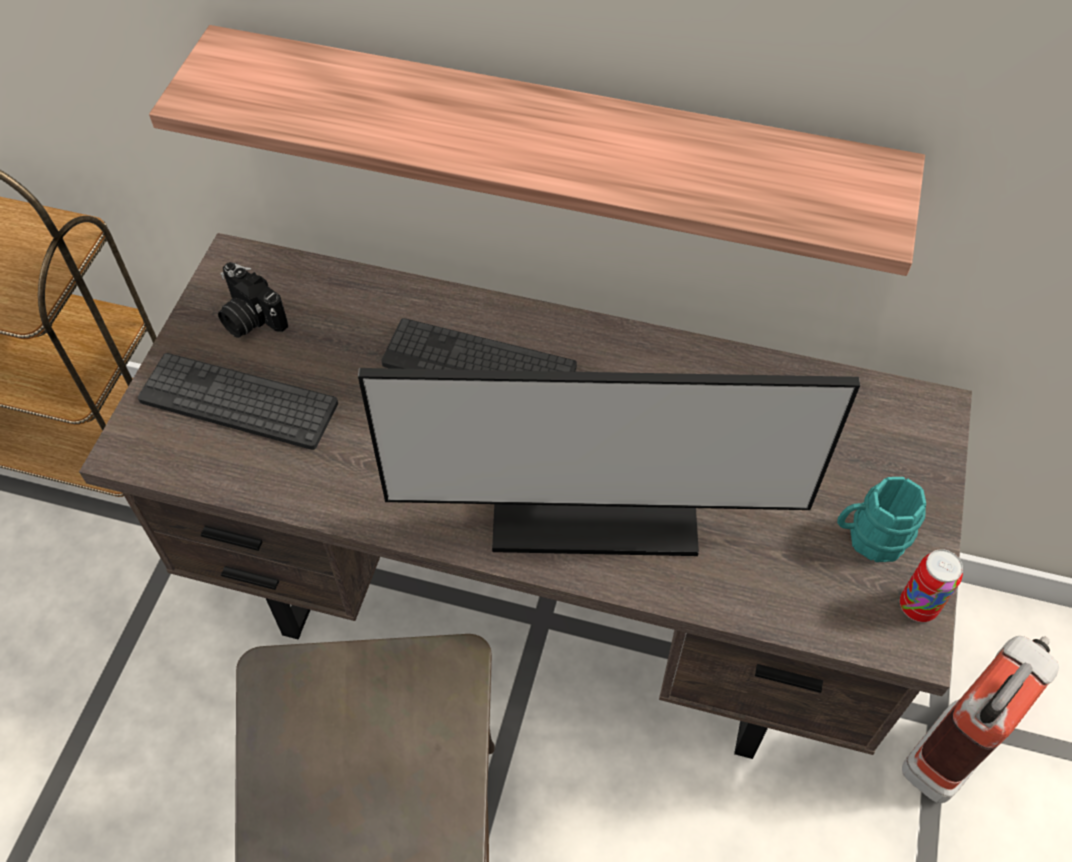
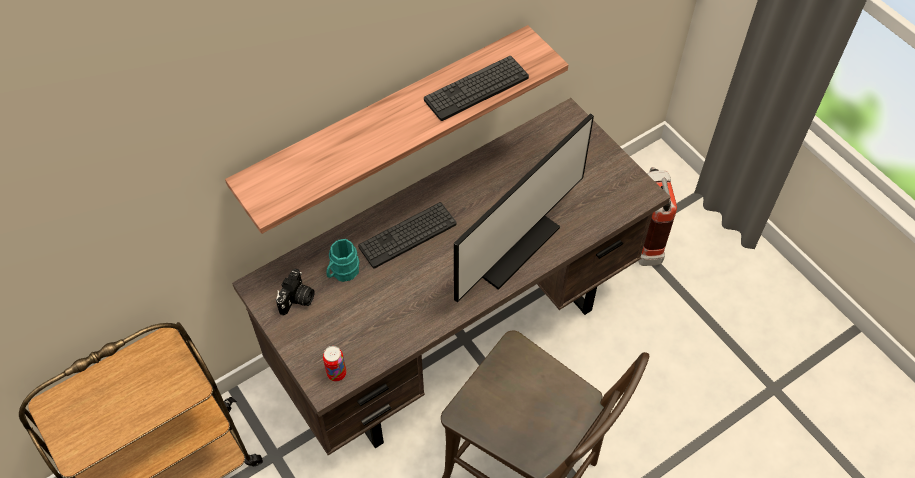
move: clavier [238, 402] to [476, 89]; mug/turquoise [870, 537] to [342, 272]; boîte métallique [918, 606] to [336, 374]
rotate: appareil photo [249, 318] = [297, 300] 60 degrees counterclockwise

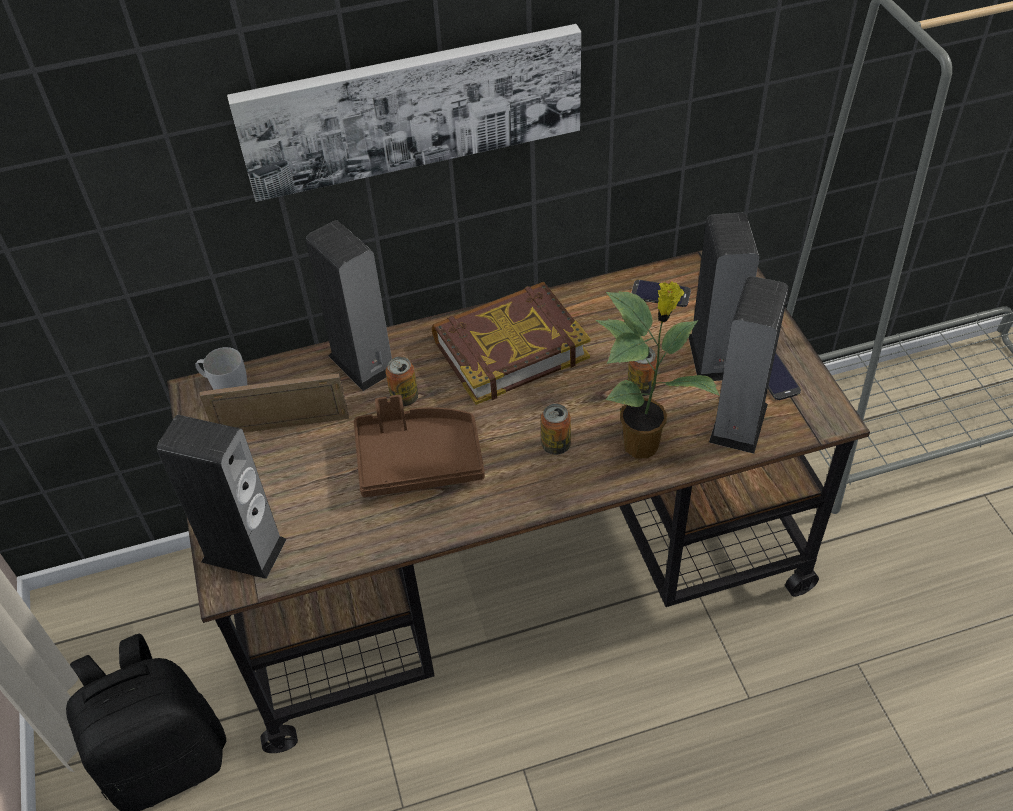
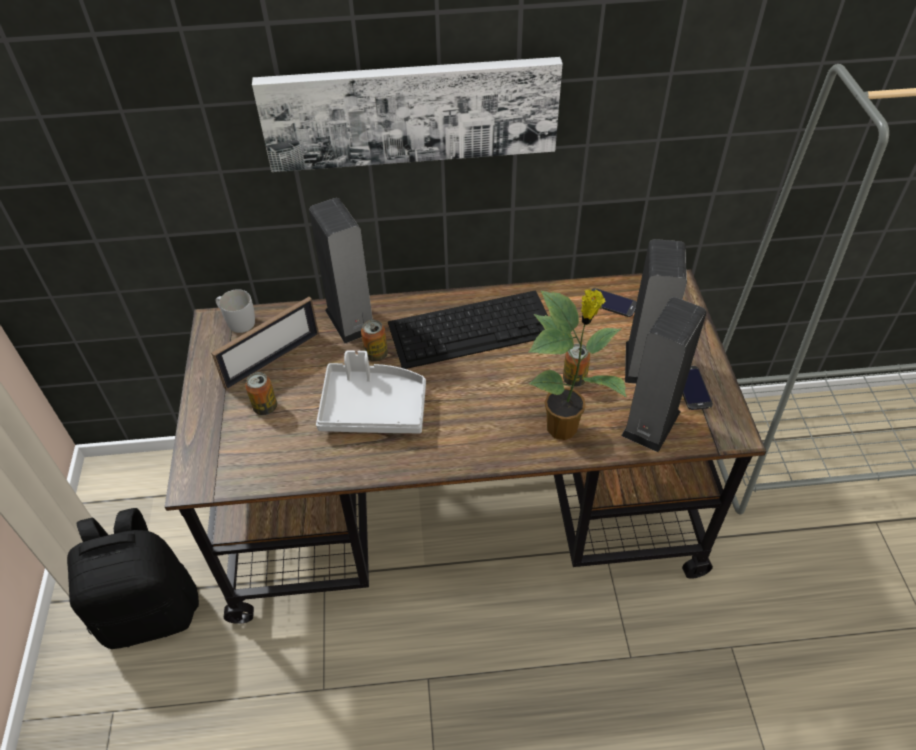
delete: enceinte [244, 550]
move: boîte métallique [556, 445] to [265, 407]
replace: livre [509, 348] to clavier [473, 328]
recolor: plateau/marron [418, 460] to plateau/gris [373, 408]
rotate: cadre photo [282, 425] = [272, 360] 135 degrees clockwise

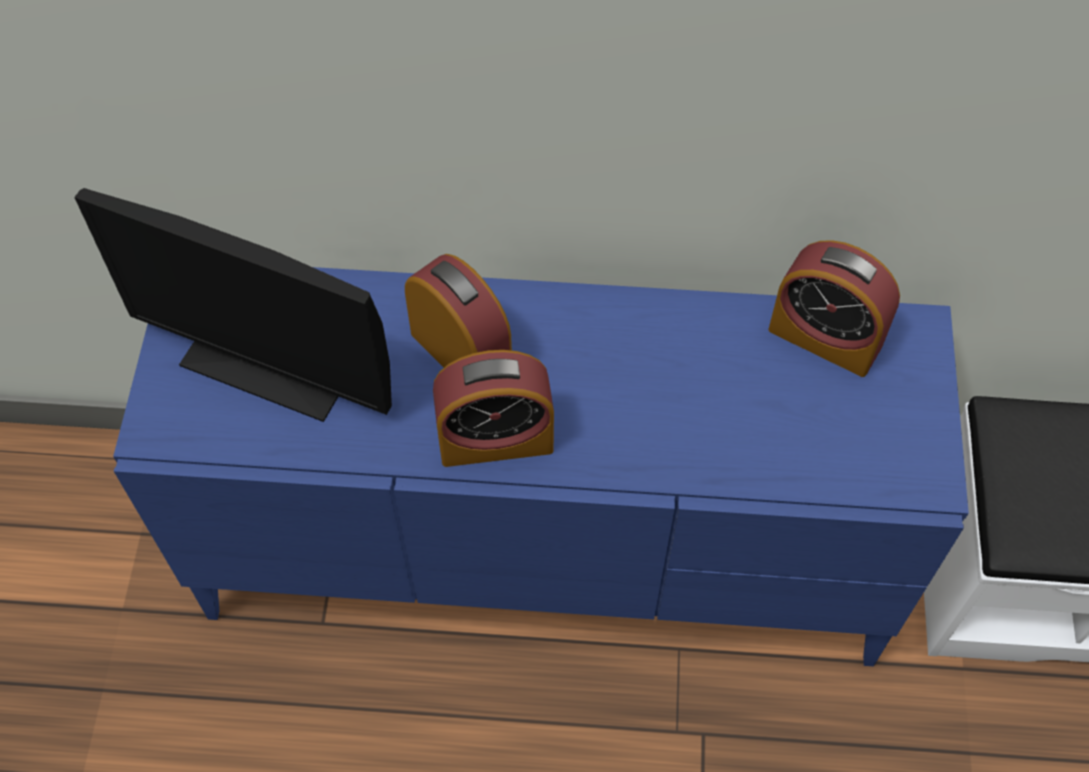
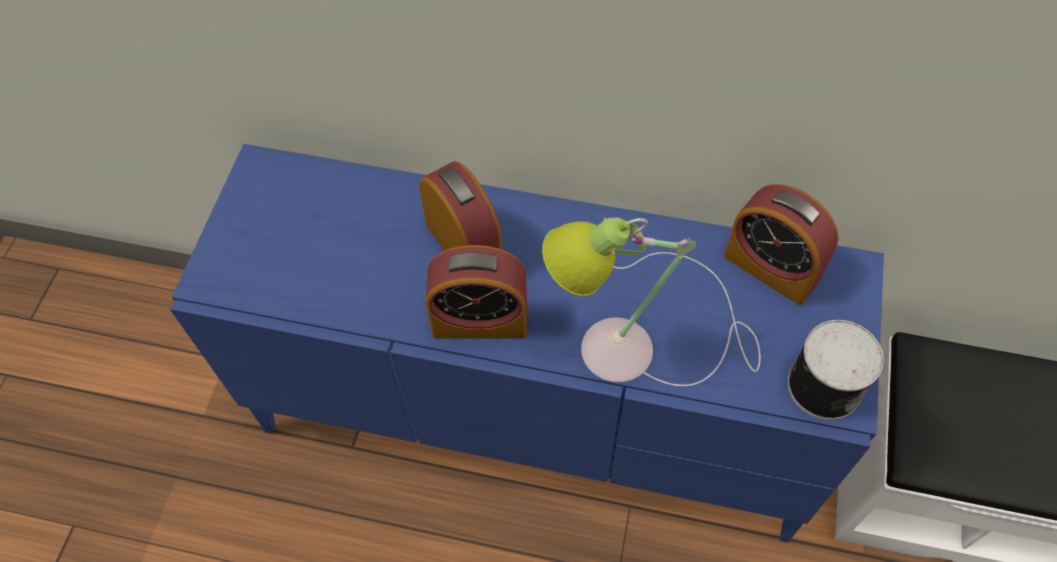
delete: écran d'ordinateur [268, 364]
insert: lampe de table [640, 333]; boîte métallique [823, 384]

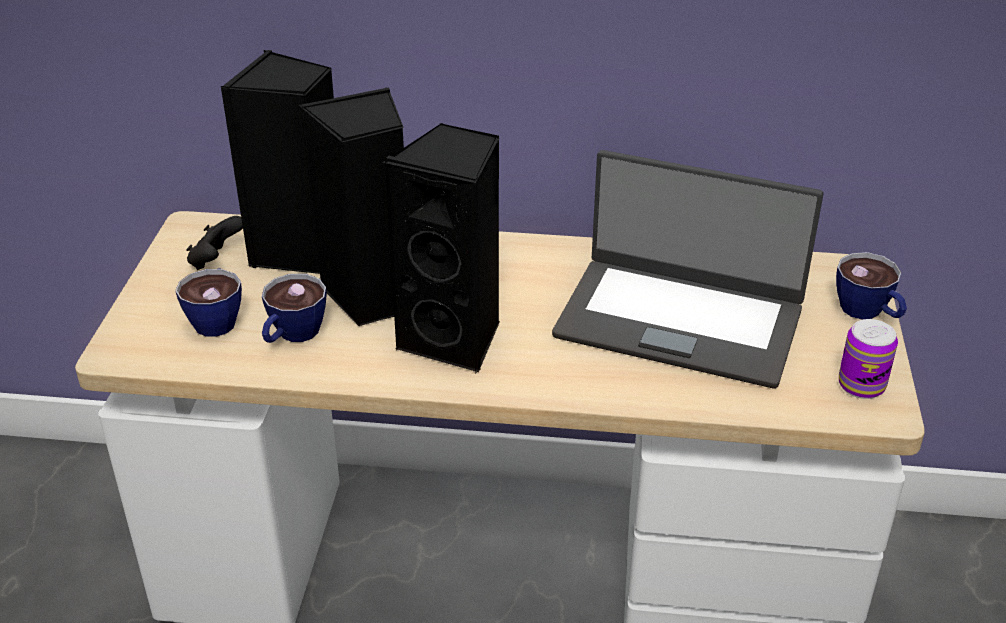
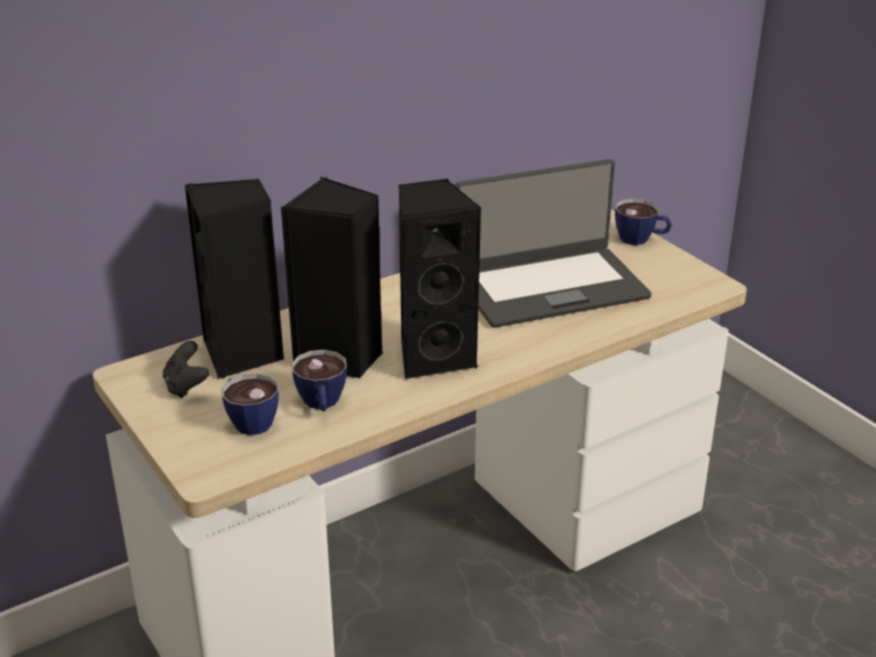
delete: boîte métallique [861, 385]

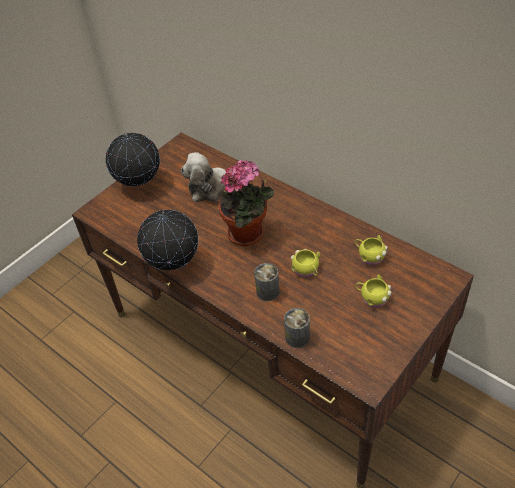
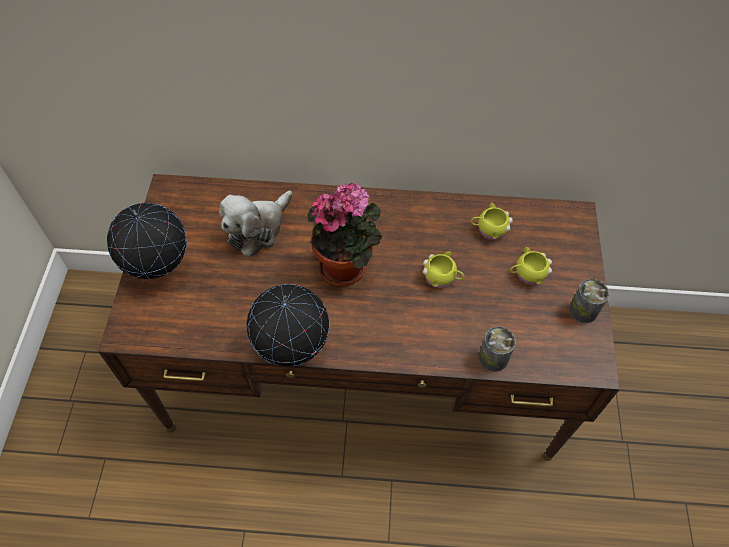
move: boîte métallique [268, 292] to [583, 310]

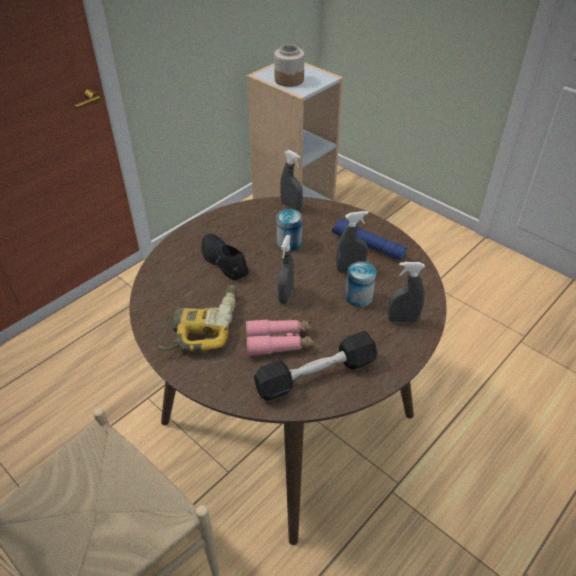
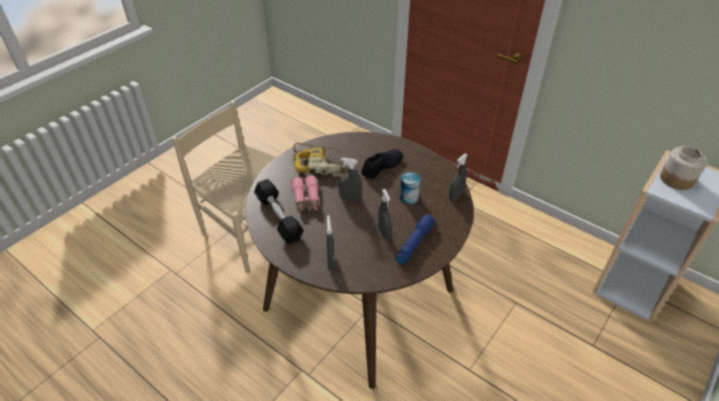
delete: boîte métallique [359, 297]

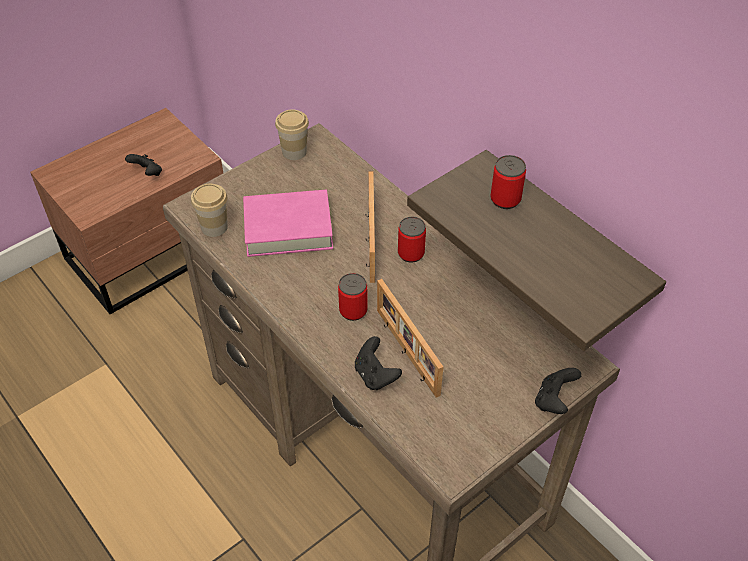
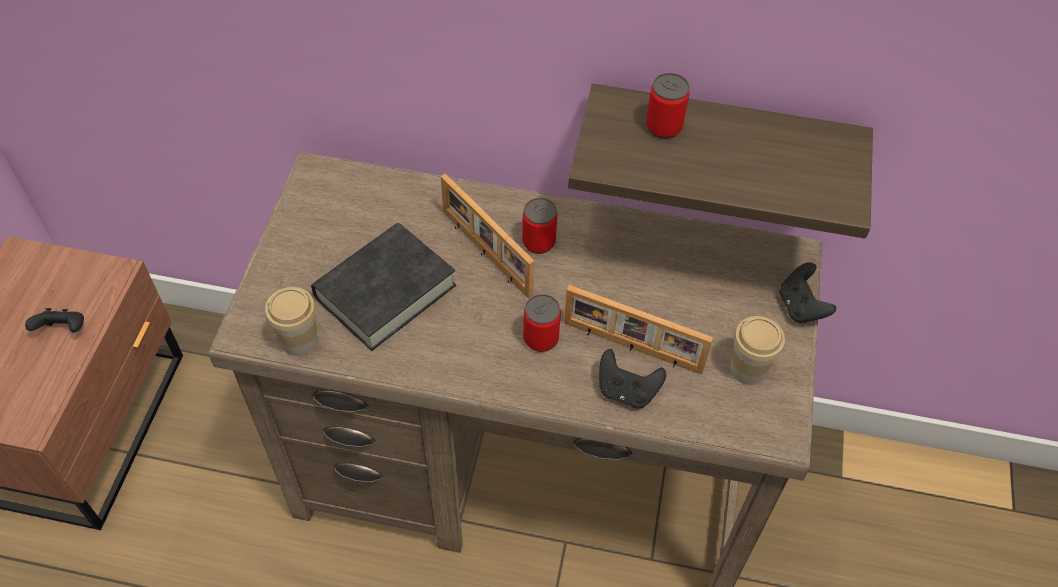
move: tasse [294, 152] to [748, 369]
recolor: livre/rose [288, 228] to livre/noir [385, 291]

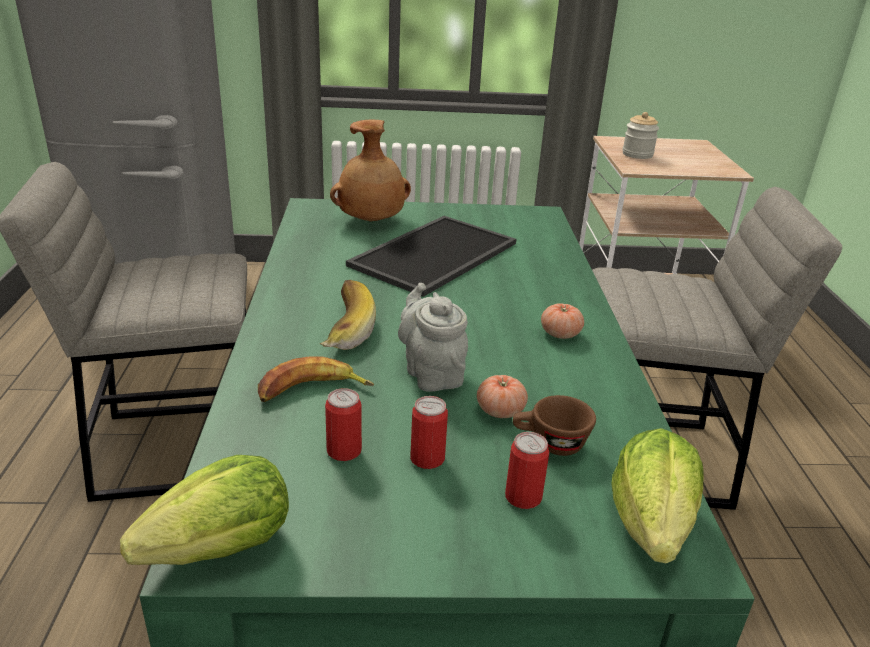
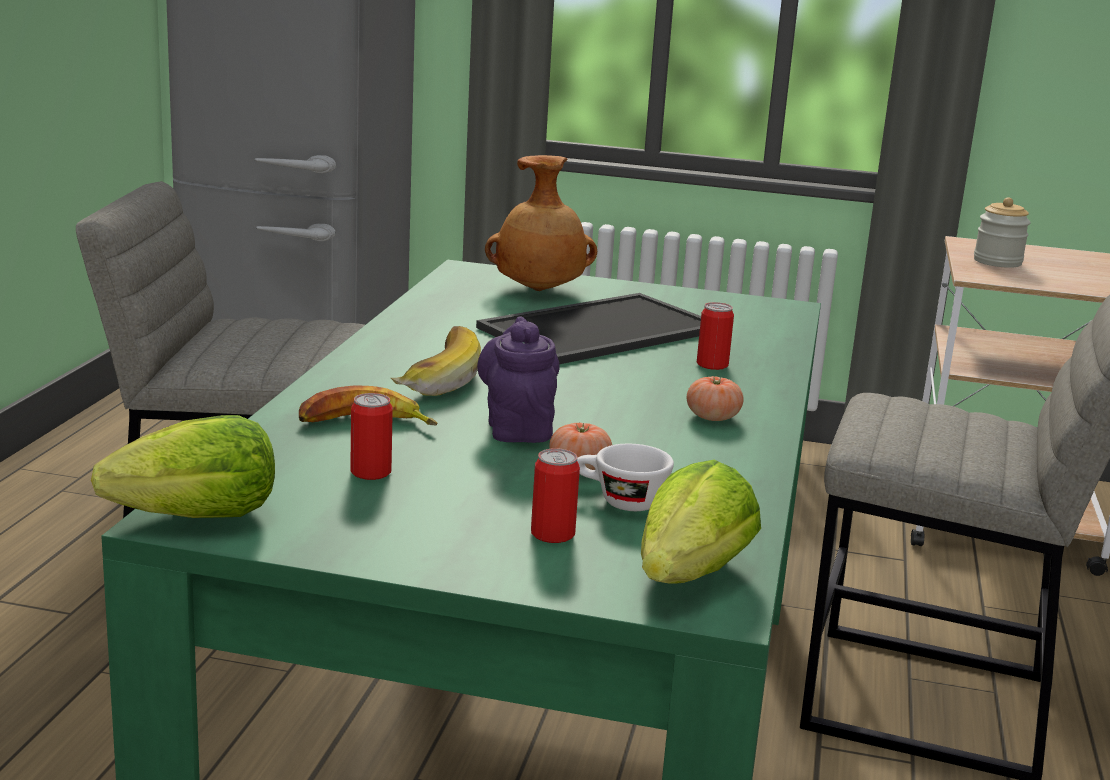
move: boîte métallique [427, 458] to [712, 365]
recolor: théière/gris [431, 373] to théière/violet [518, 428]; tasse/marron [550, 444] to tasse/blanc [619, 501]

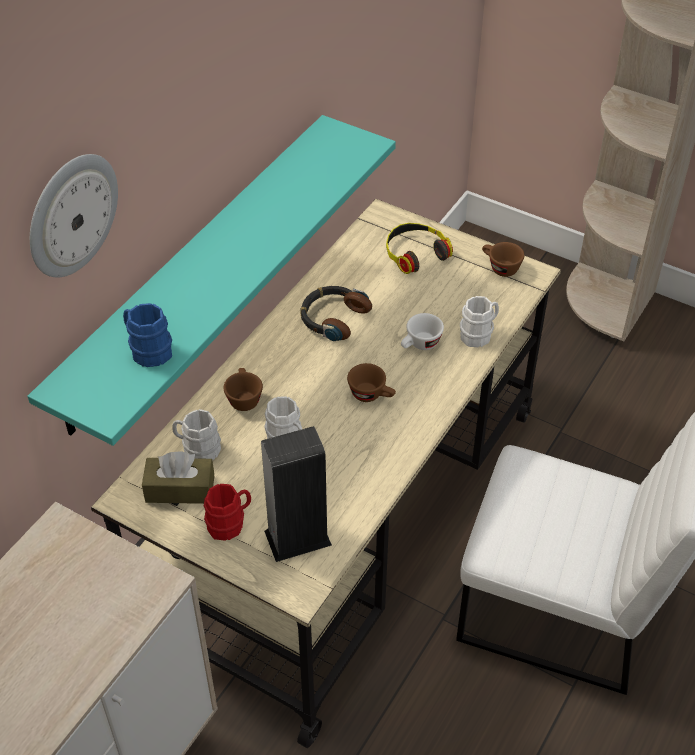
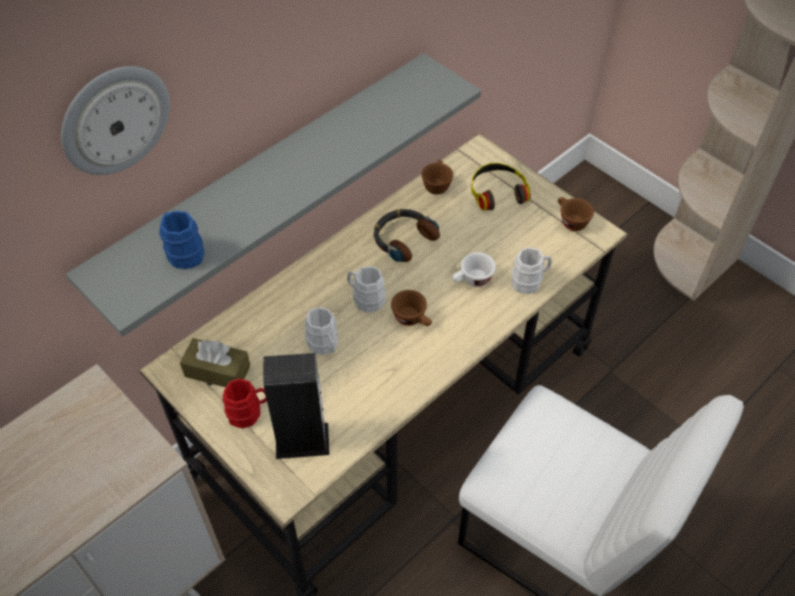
move: mug/blanc [197, 449] to [365, 299]; tasse/marron [243, 398] to [436, 184]
recolor: étagère/turquoise [196, 270] to étagère/gris [267, 180]

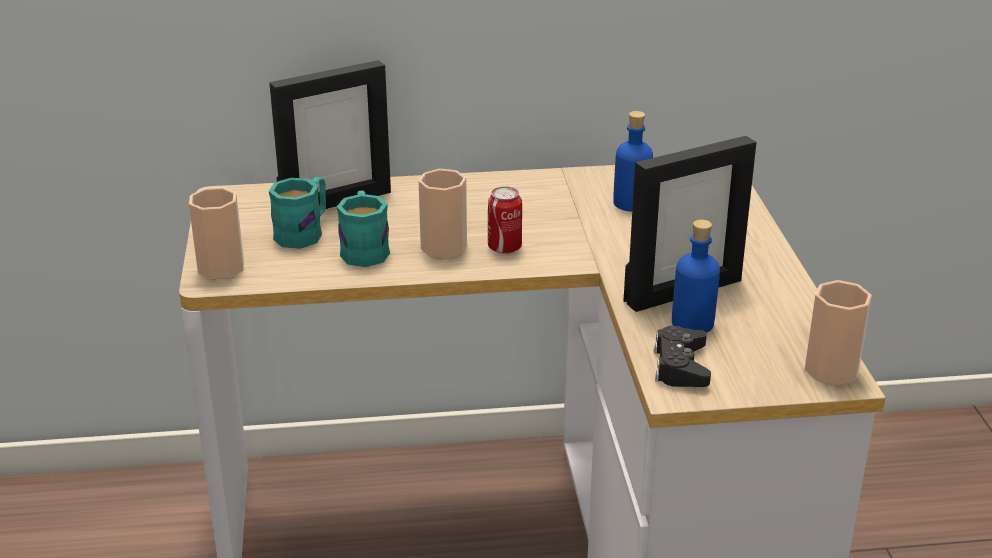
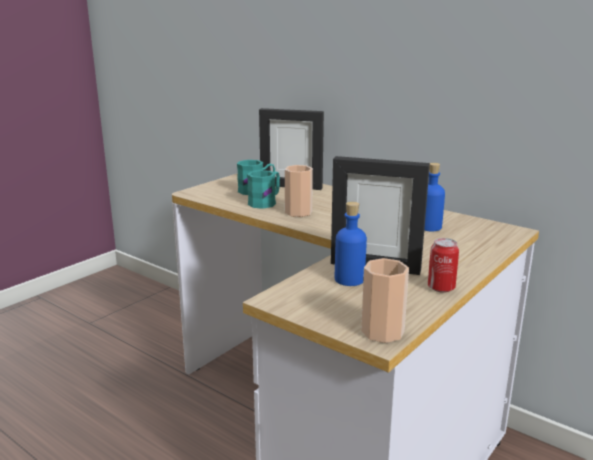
delete: tasse [221, 268]; manette/noir [680, 366]
move: boîte métallique [504, 247] to [441, 288]

